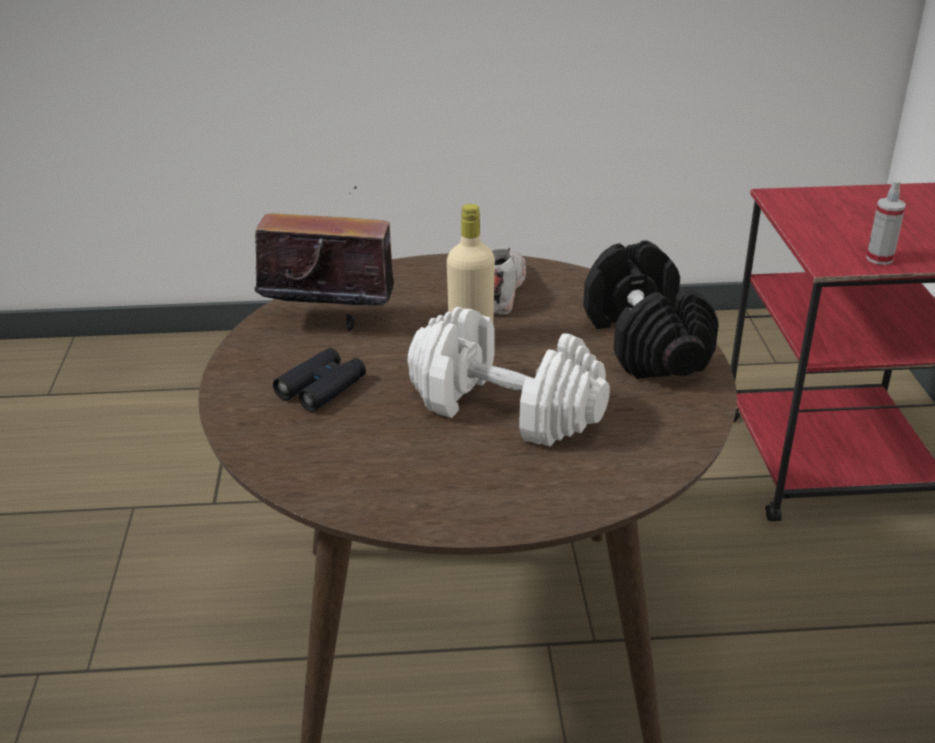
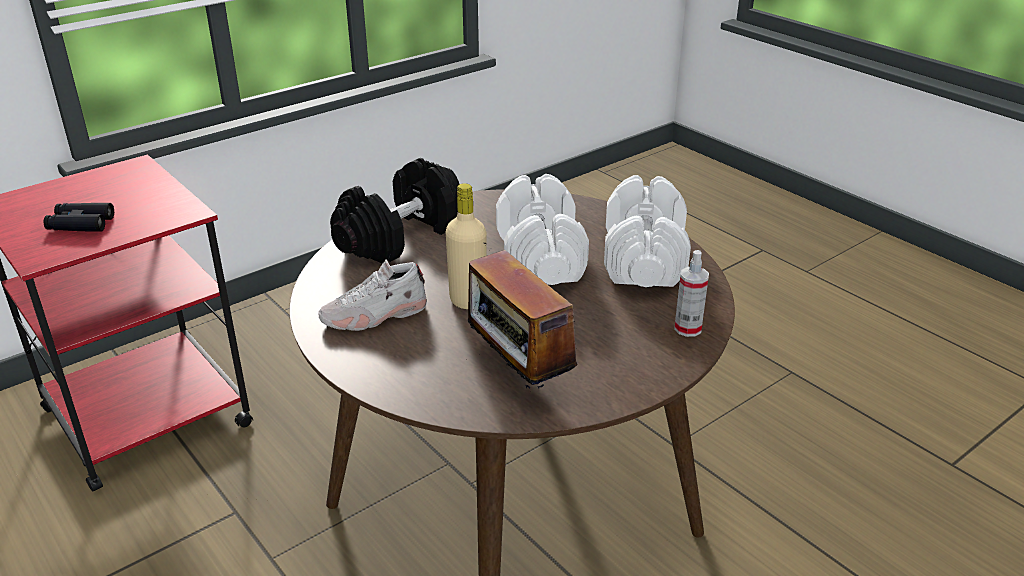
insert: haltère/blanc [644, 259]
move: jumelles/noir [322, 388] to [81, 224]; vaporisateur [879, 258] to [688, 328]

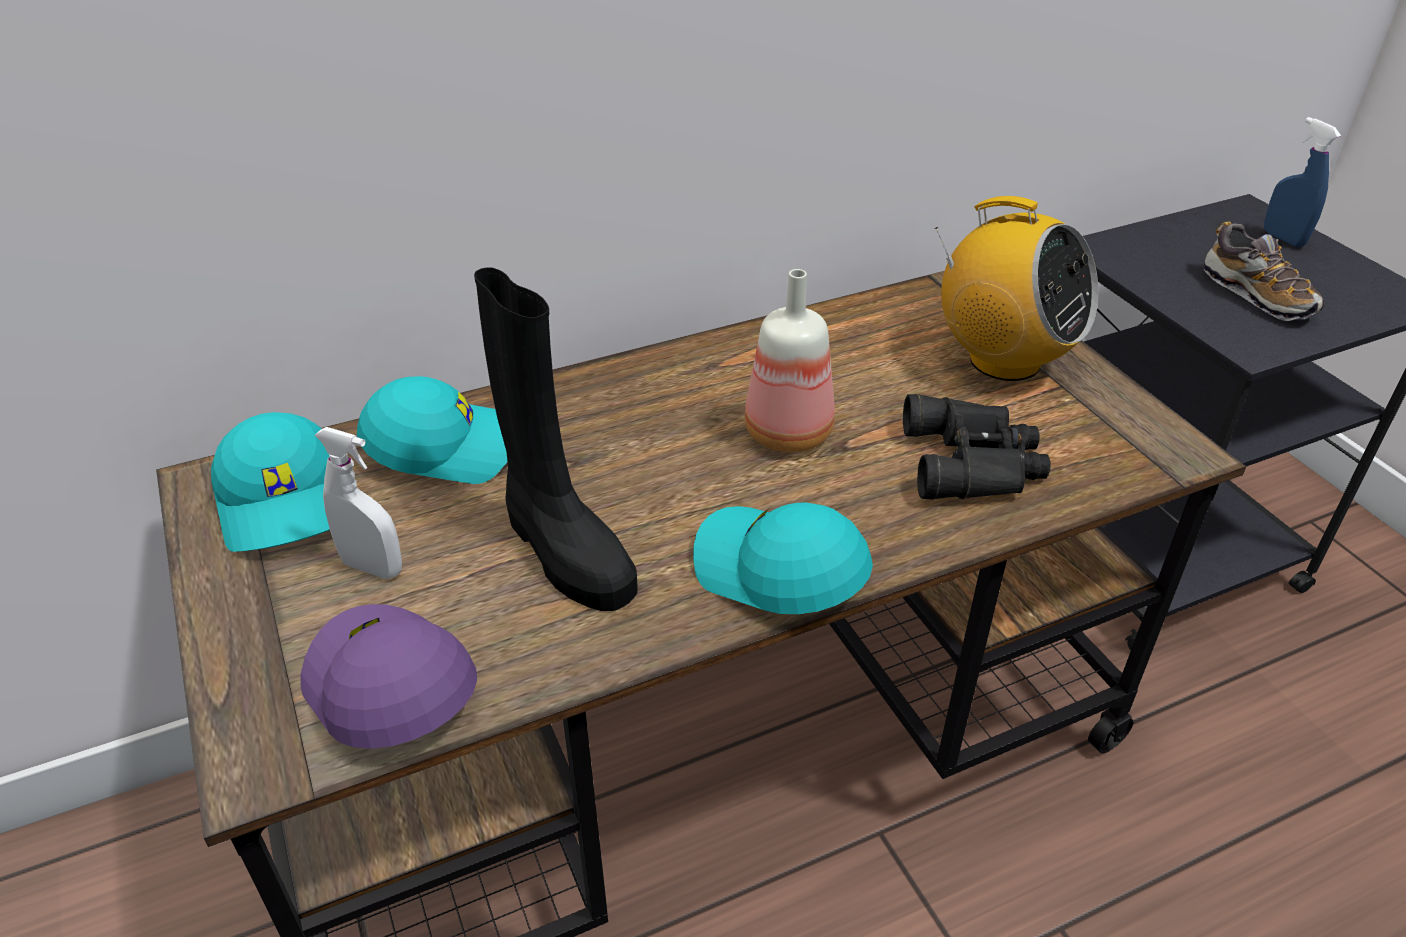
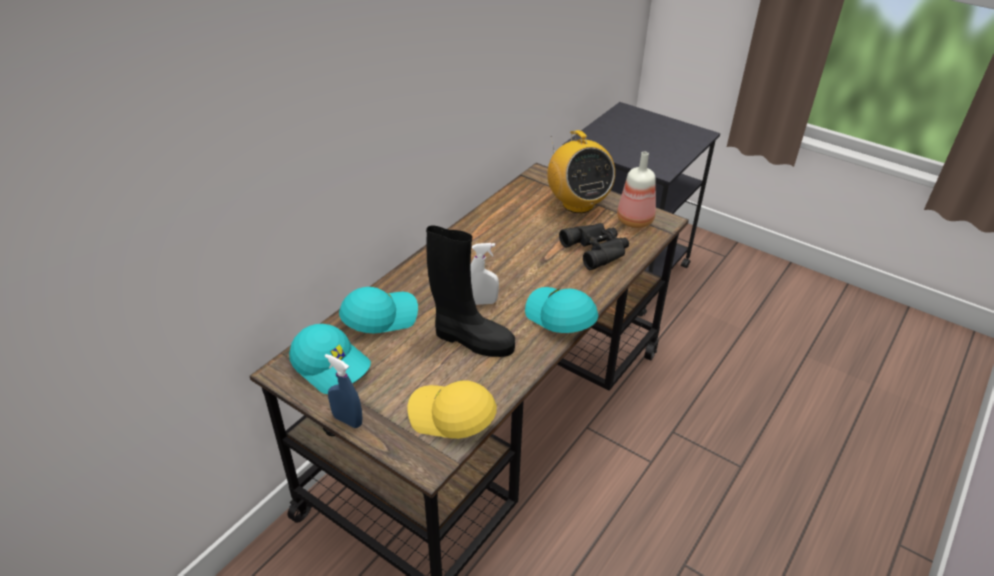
delete: chaussure [1257, 295]
move: vaporisateur/blanc [373, 567] to [482, 302]; bouteille [791, 434] to [636, 220]; vaporisateur/bleu [1283, 238] to [347, 420]
recolor: casquette/violet [387, 689] to casquette/jaune [451, 416]
rotate: casquette/turquoise [777, 572] = [559, 317] 45 degrees clockwise; radio [1003, 360] = [577, 204] 60 degrees clockwise

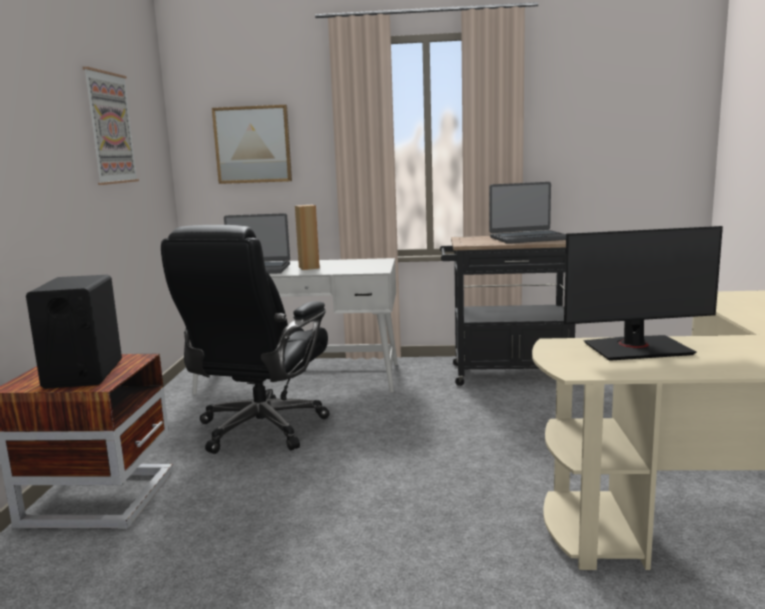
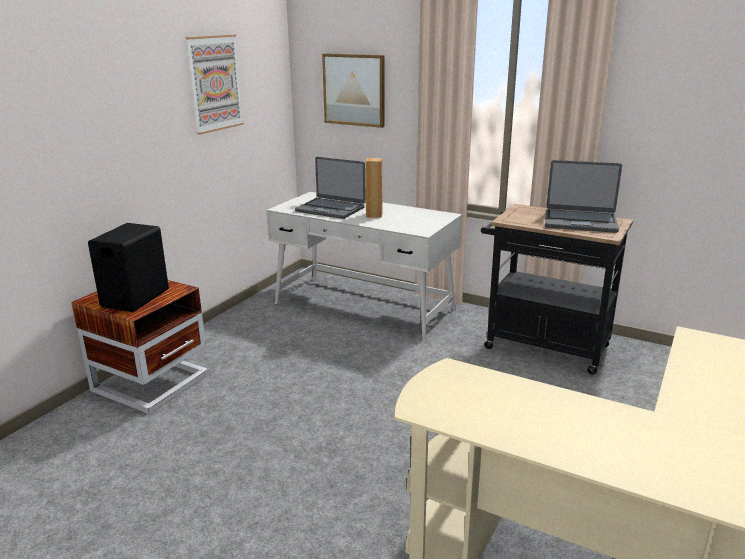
delete: chaise de bureau/noir [261, 428]; écran d'ordinateur [636, 348]

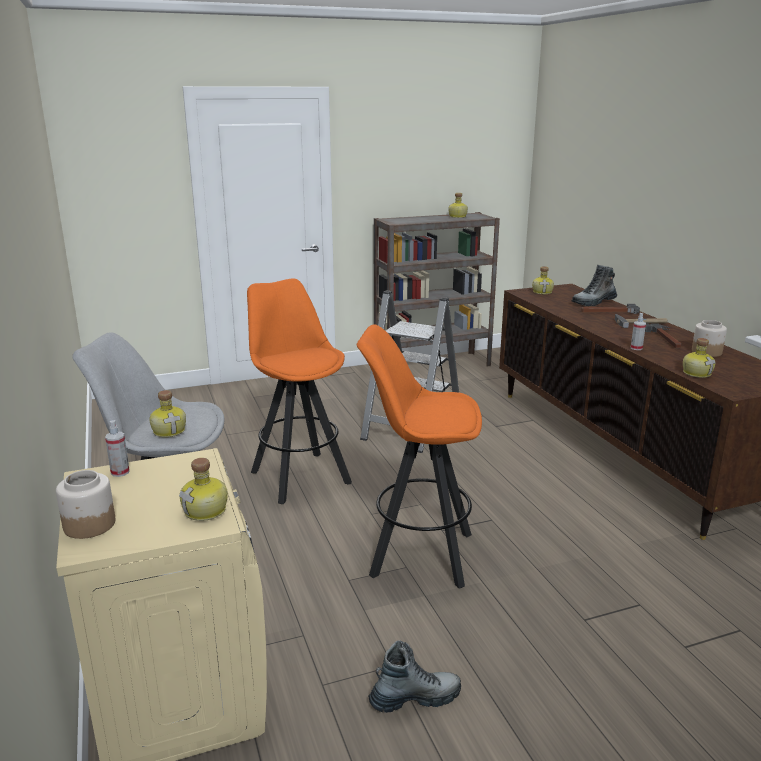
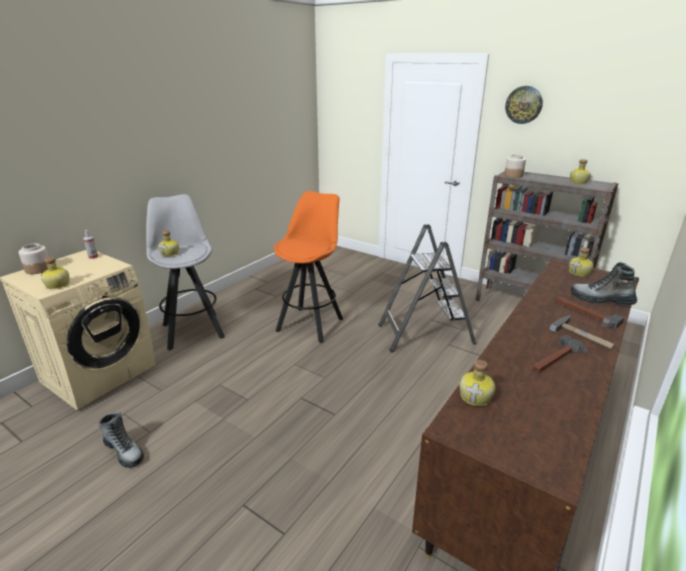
delete: tabouret/orange [418, 553]; vaporisateur [636, 348]
insert: horloge murale [524, 105]
move: bocal [706, 352] to [513, 175]

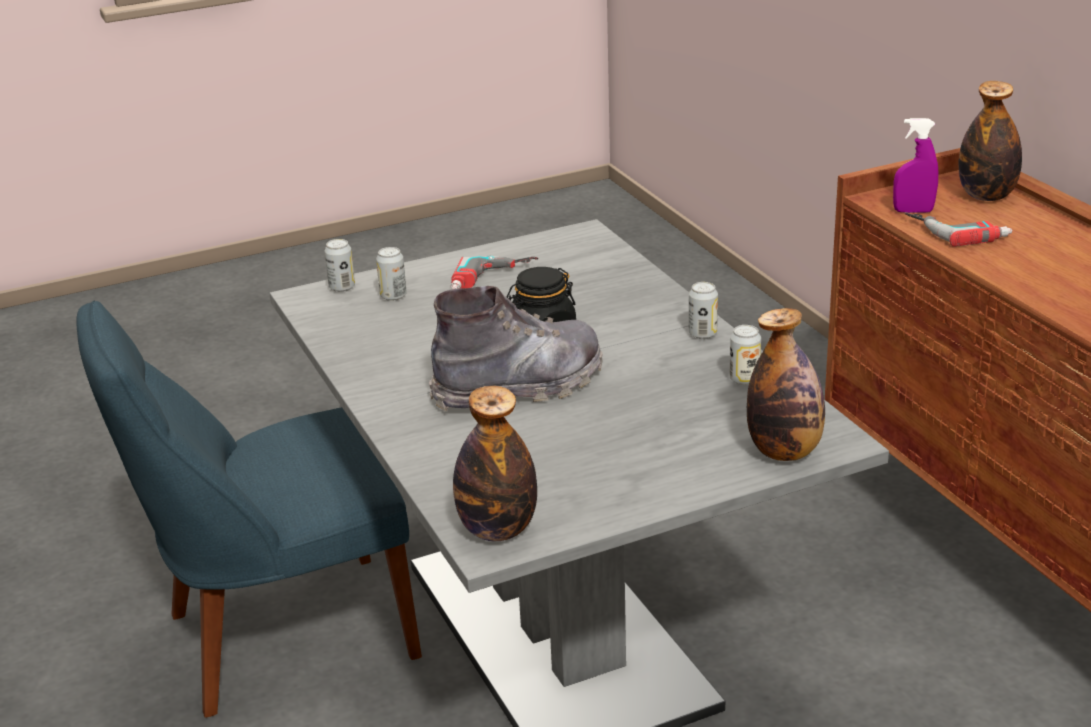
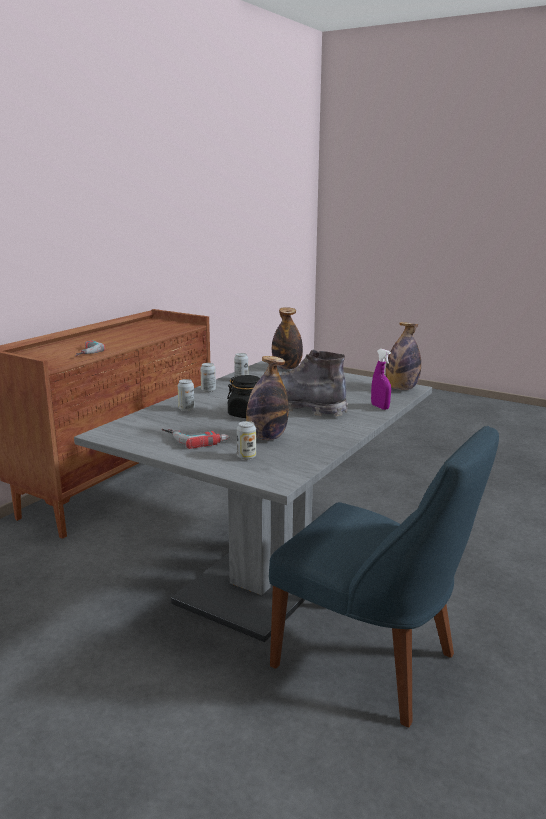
move: boîte métallique [342, 287] to [186, 409]; vaporisateur/violet [913, 211] to [380, 407]; bouteille [986, 196] to [266, 437]

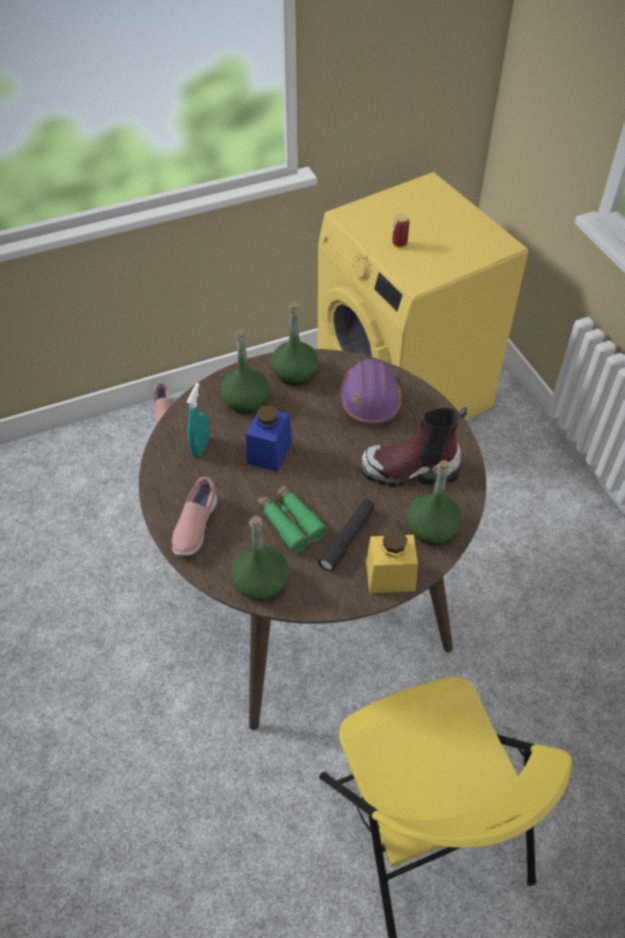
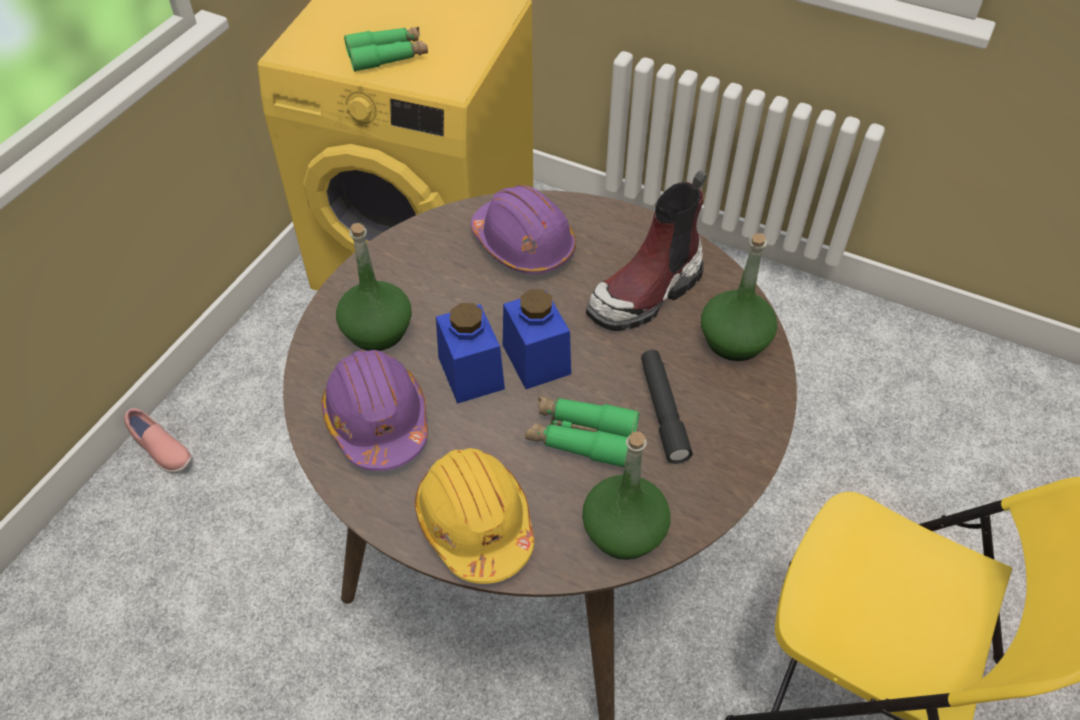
delete: bouteille/vert [294, 373]; bocal/jaune [390, 576]
insert: bocal/bleu [536, 359]
replace: chaussure/rose [195, 527] to casque de chantier/jaune [475, 523]; vaporisateur/turquoise [200, 446] to casque de chantier/violet [377, 420]; boîte métallique [399, 244] to jumelles/vert [387, 56]

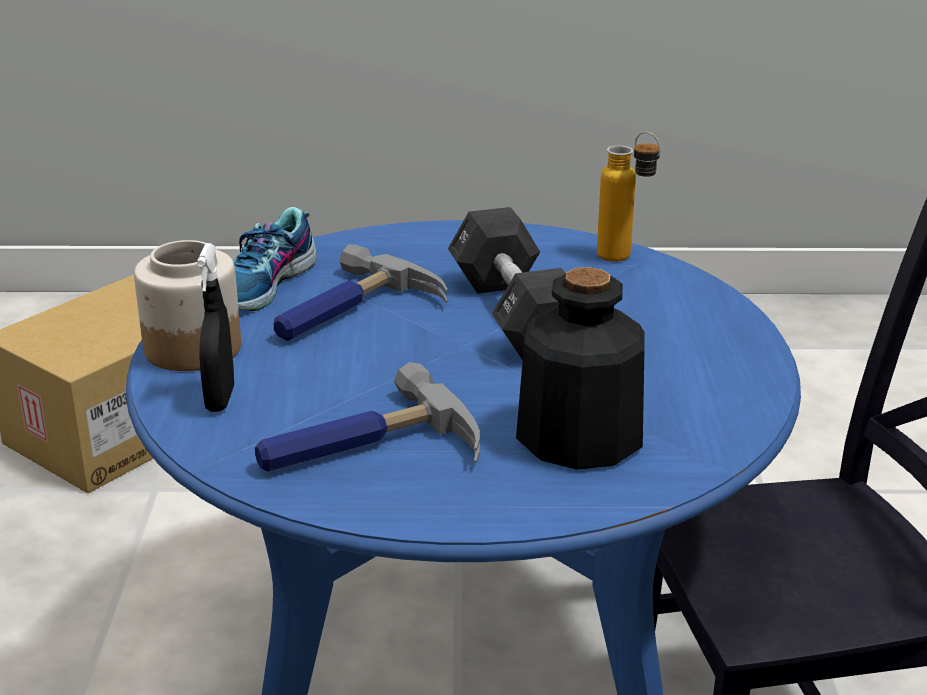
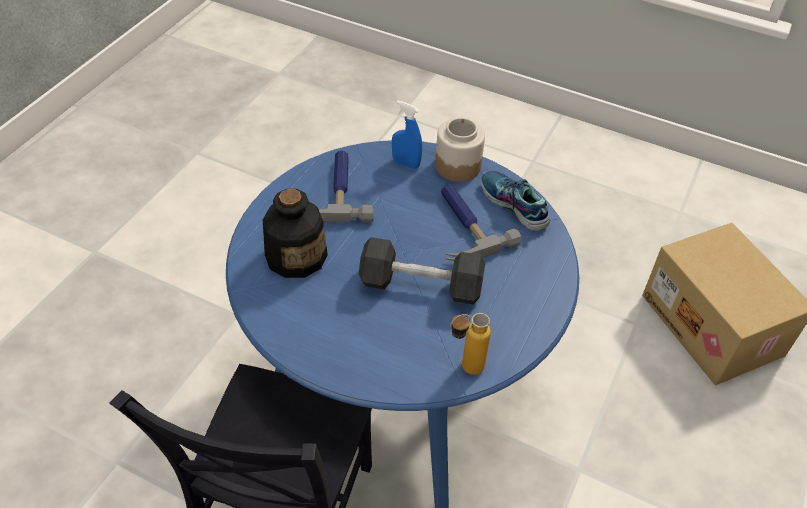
recolor: vaporisateur/noir [220, 399] to vaporisateur/bleu [406, 163]

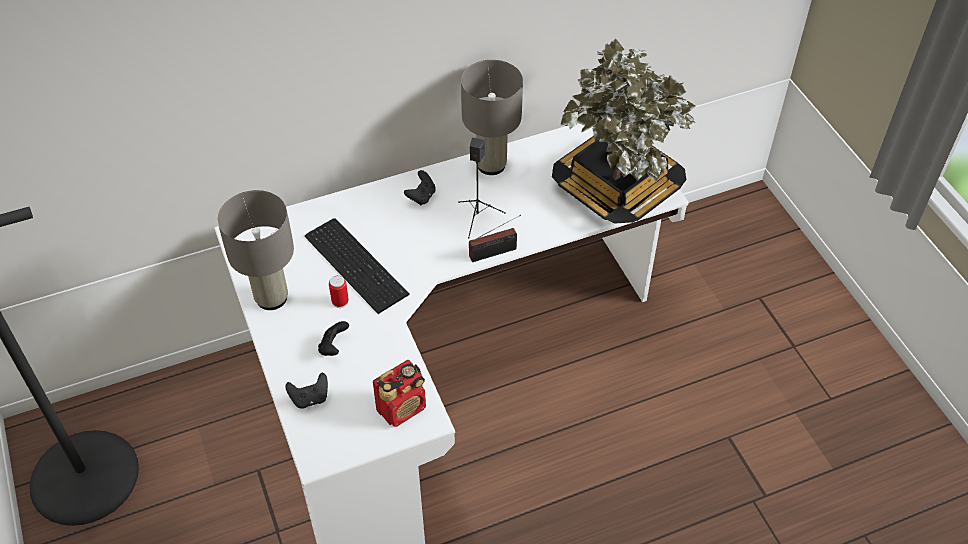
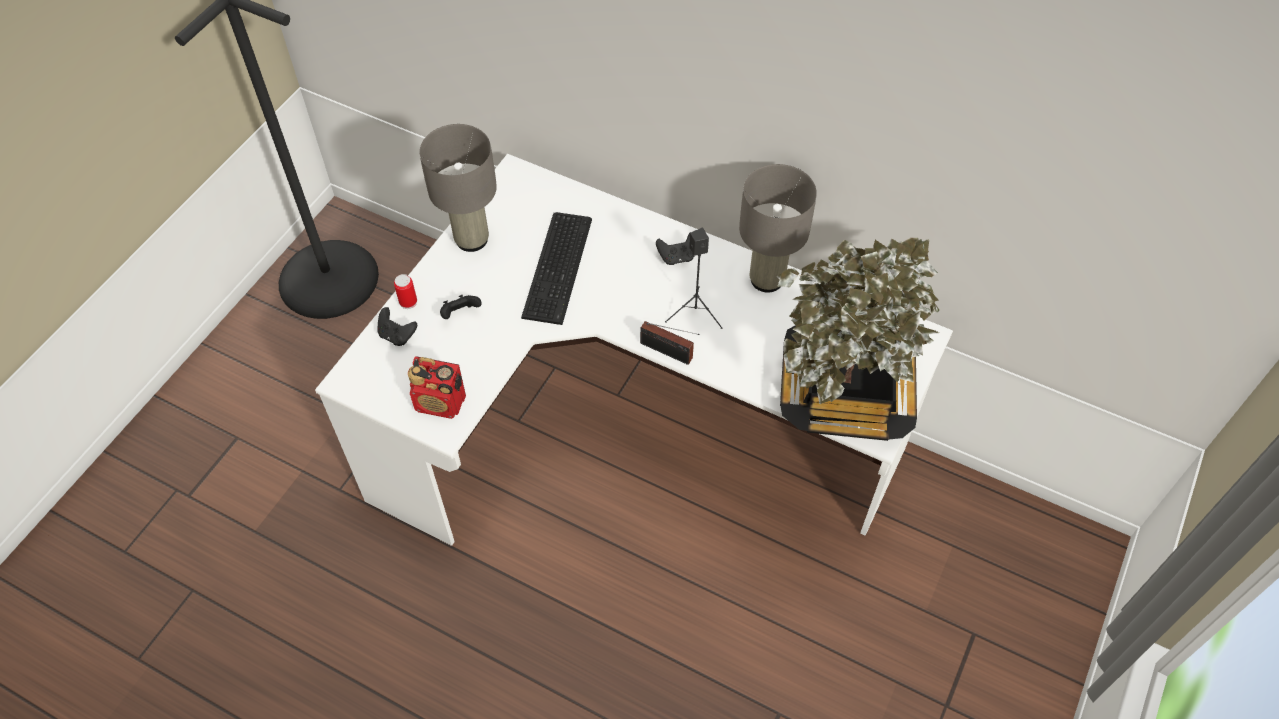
move: boîte métallique [340, 301] to [408, 302]

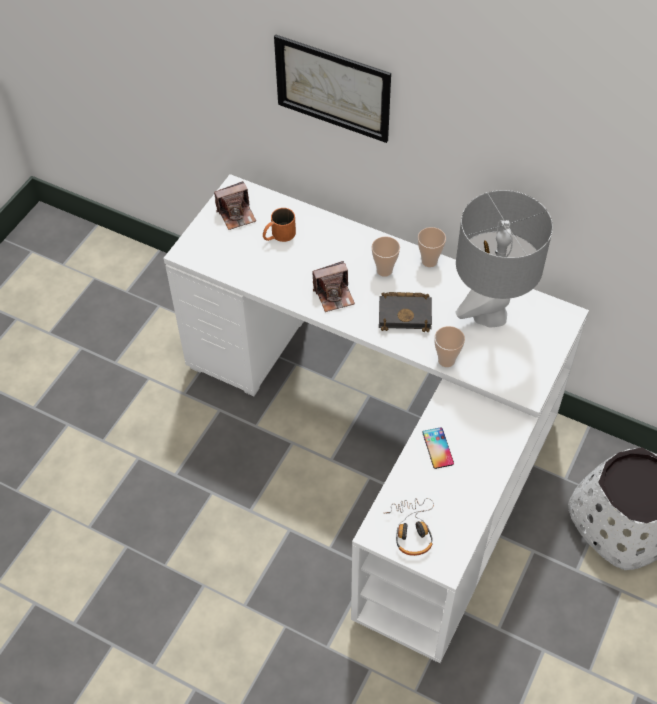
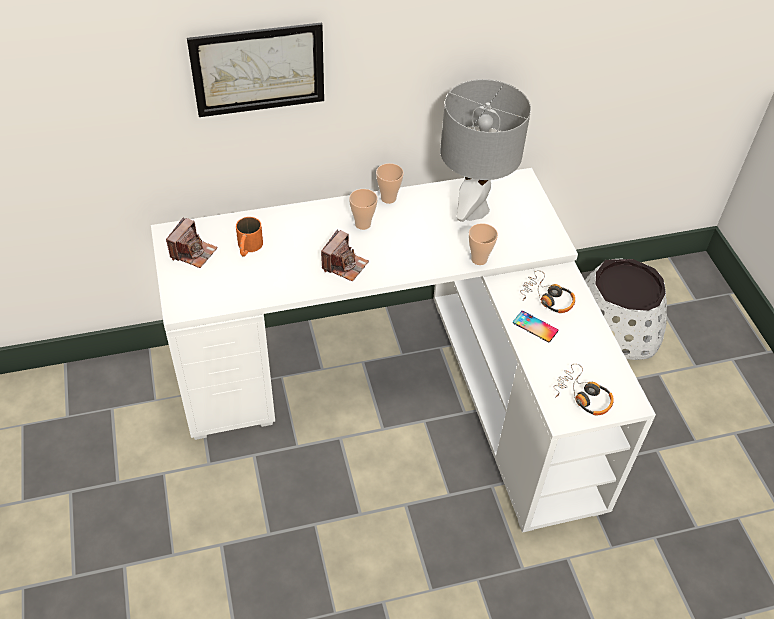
delete: livre/noir [406, 313]
insert: casque audio [547, 298]

